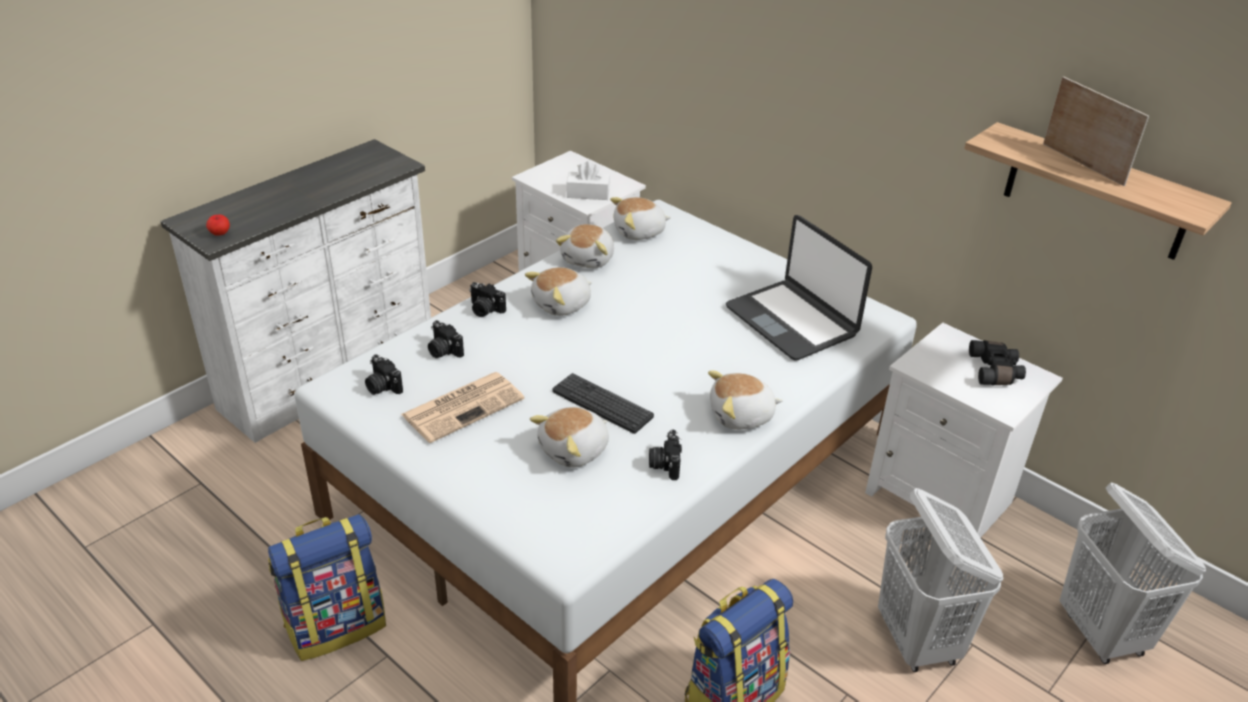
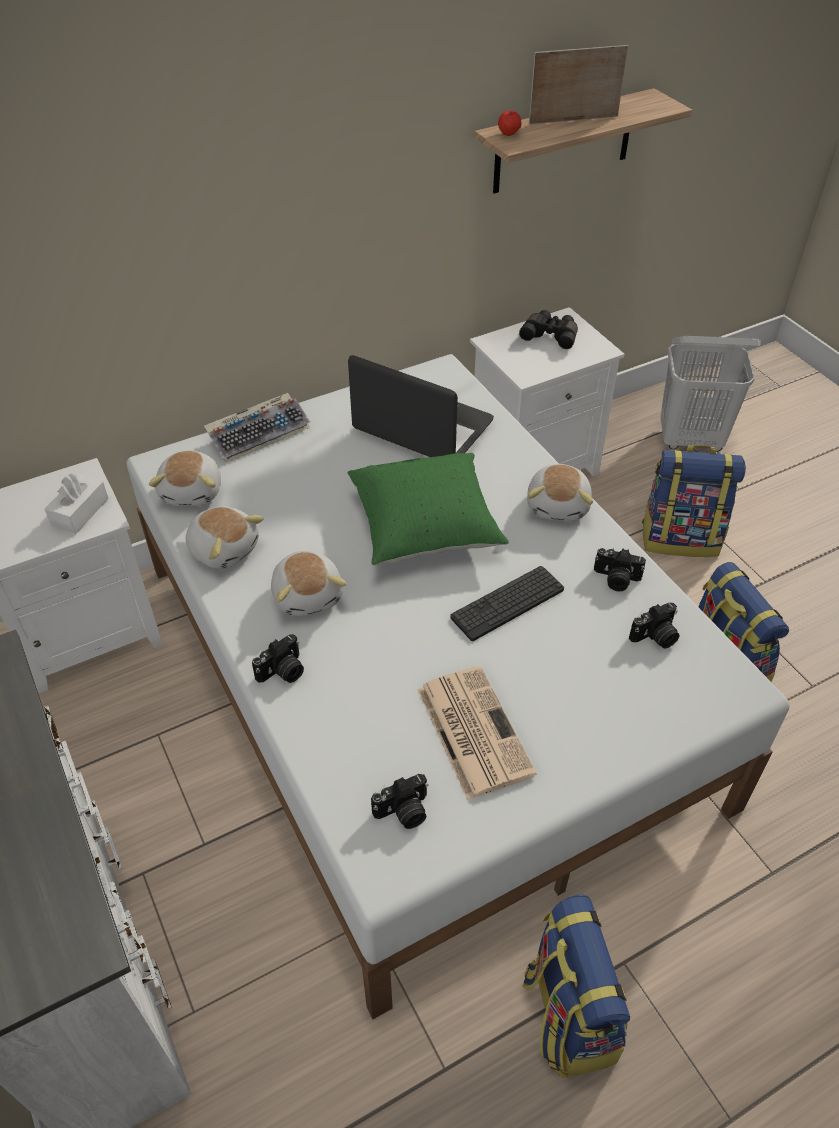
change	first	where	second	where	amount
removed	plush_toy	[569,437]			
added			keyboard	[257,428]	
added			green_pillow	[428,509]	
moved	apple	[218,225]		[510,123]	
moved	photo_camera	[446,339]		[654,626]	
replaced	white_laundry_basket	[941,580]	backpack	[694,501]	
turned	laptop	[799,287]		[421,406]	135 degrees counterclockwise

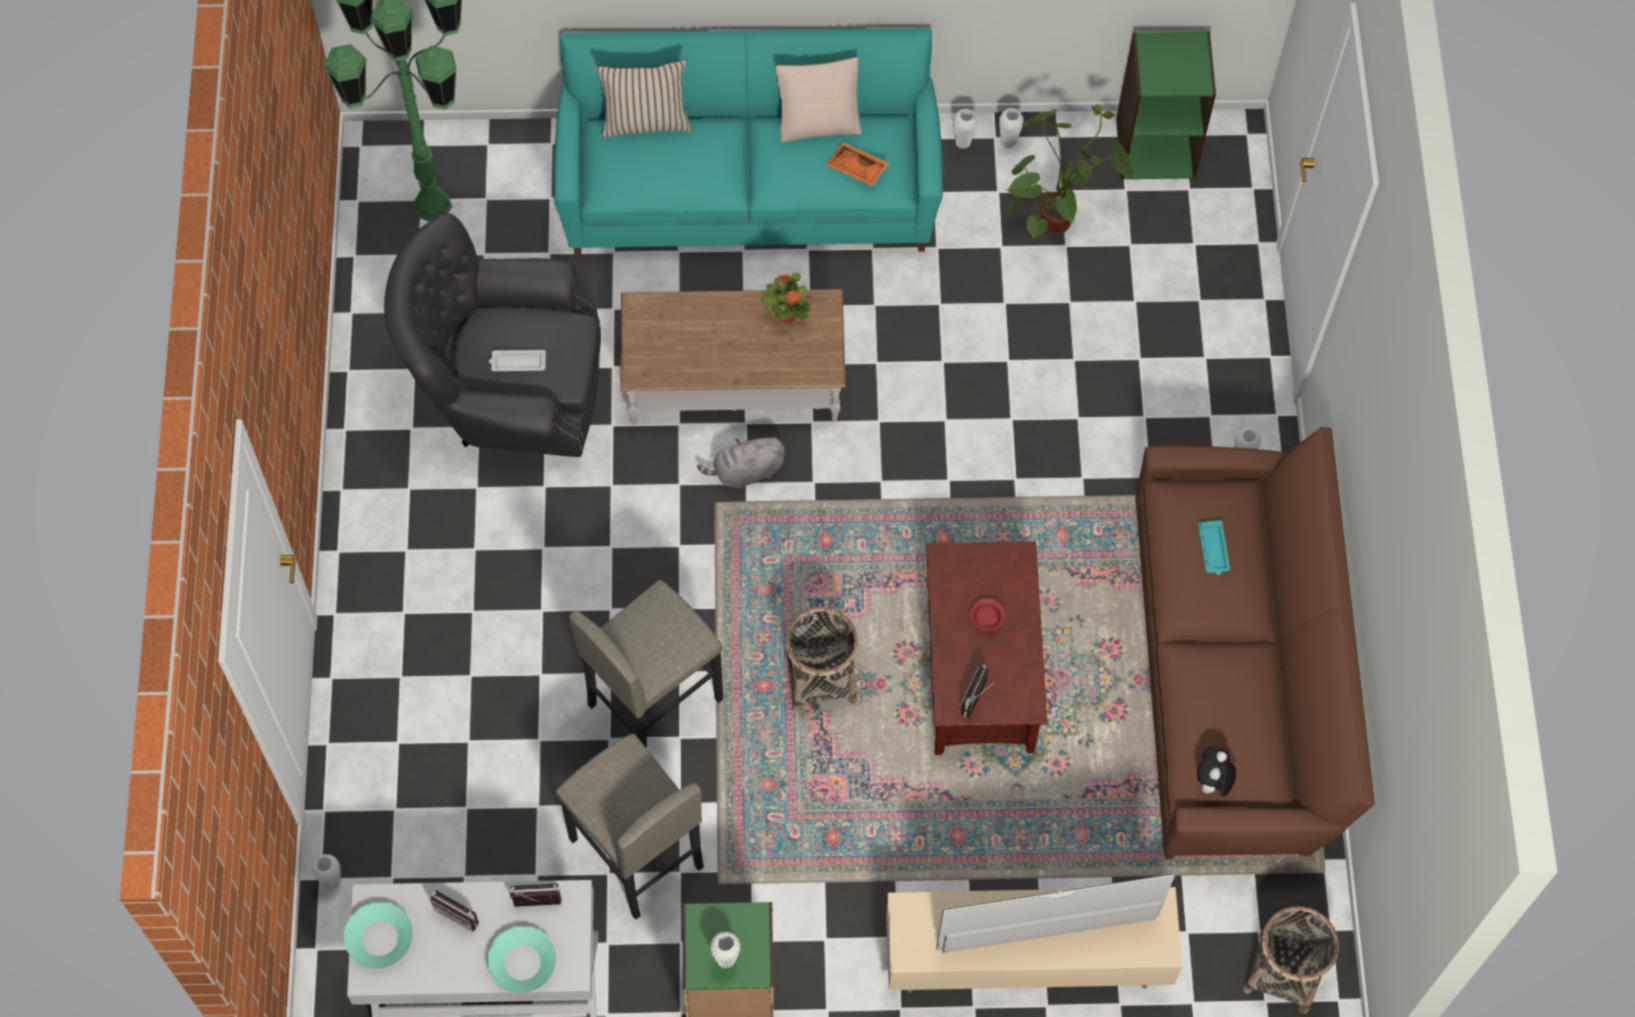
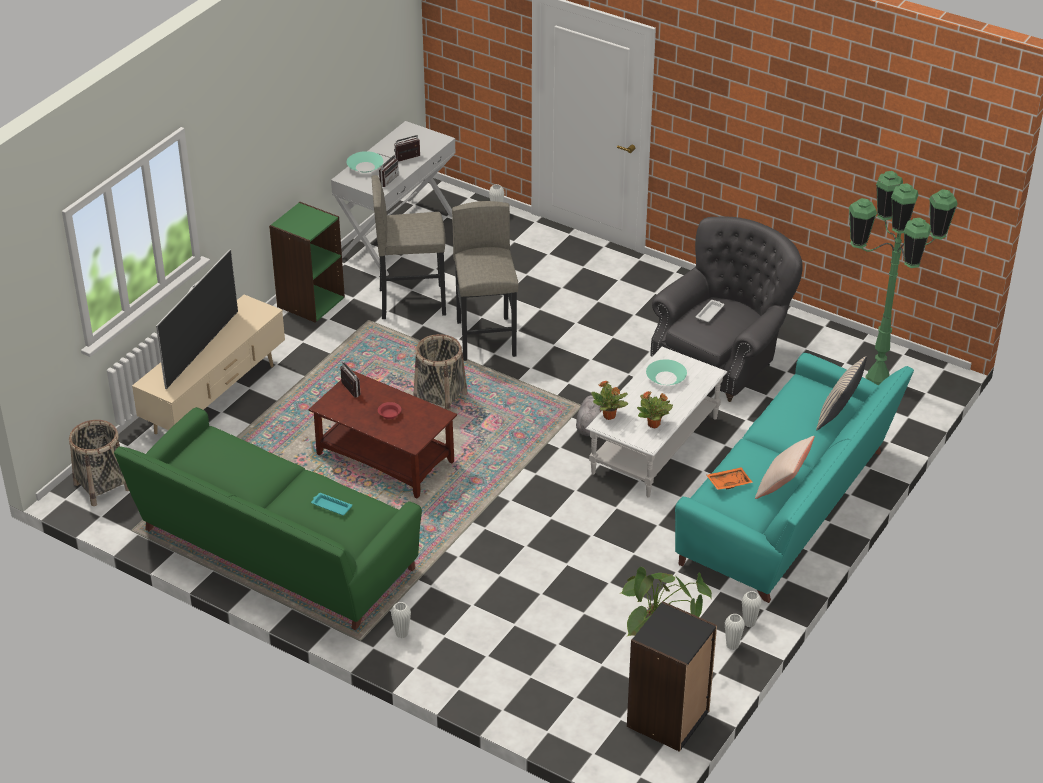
change	first	where	second	where	amount
removed	white_vase	[725,950]			
removed	plush_toy	[1216,772]			
added			potted_plant	[609,400]	
moved	turquoise_bowl	[378,935]		[666,372]	
recoloured	brown_coffee_table	[733,357]	white_coffee_table	[656,422]	
recoloured	green_bookcase	[1166,105]	black_bookcase	[672,676]	
recoloured	brown_sofa	[1255,643]	green_sofa	[268,518]	

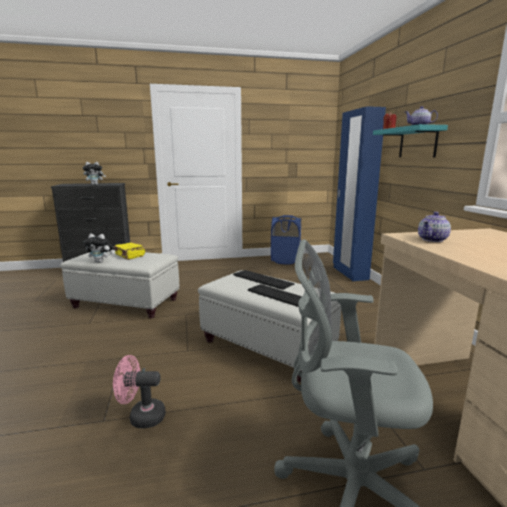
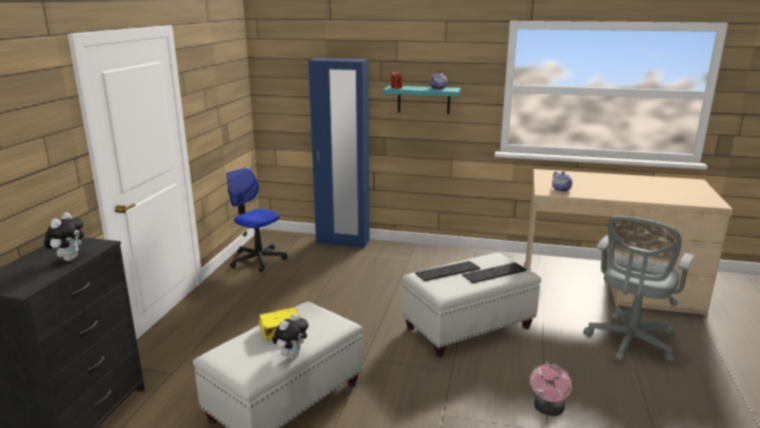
change	first	where	second	where	amount
replaced	blue_laundry_basket	[286,239]	office_chair	[256,219]	

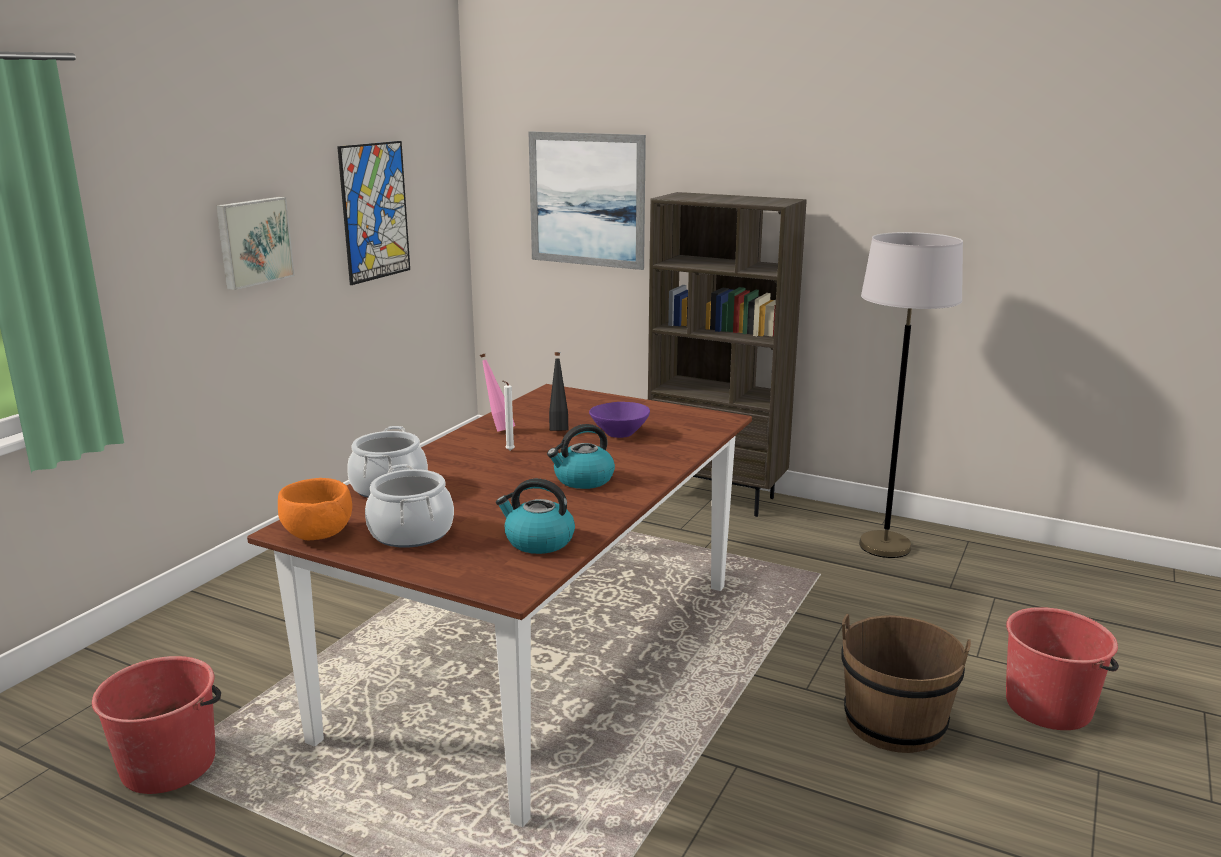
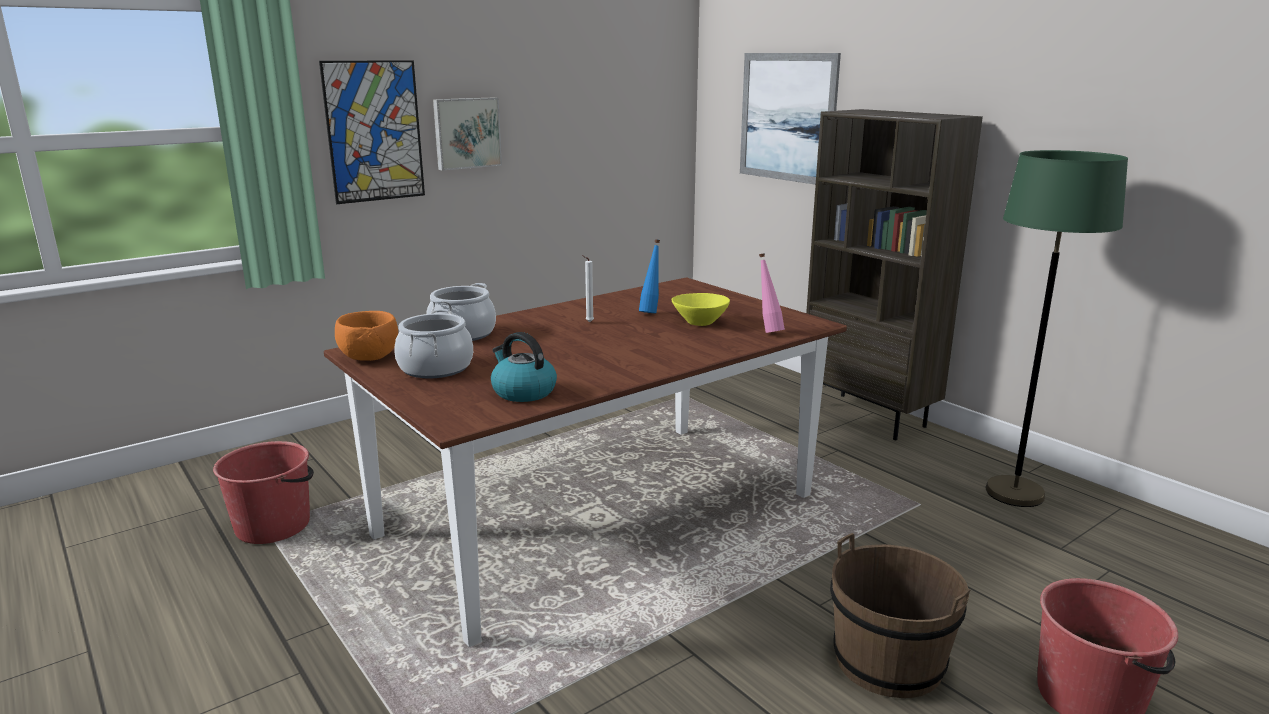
change	first	where	second	where	amount
removed	kettle	[581,456]			
moved	picture	[373,213]		[372,132]	
moved	pink_bottle	[497,393]		[772,293]	
recoloured	black_bottle	[558,391]	blue_bottle	[649,276]	
recoloured	purple_bowl	[619,420]	yellow_bowl	[700,309]	
recoloured	grey_floor_lamp	[911,395]	green_floor_lamp	[1057,328]	

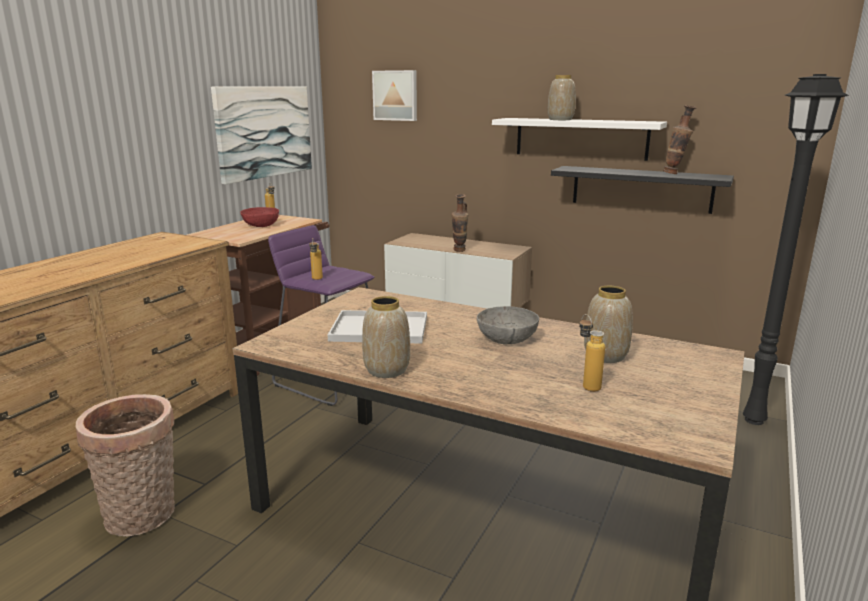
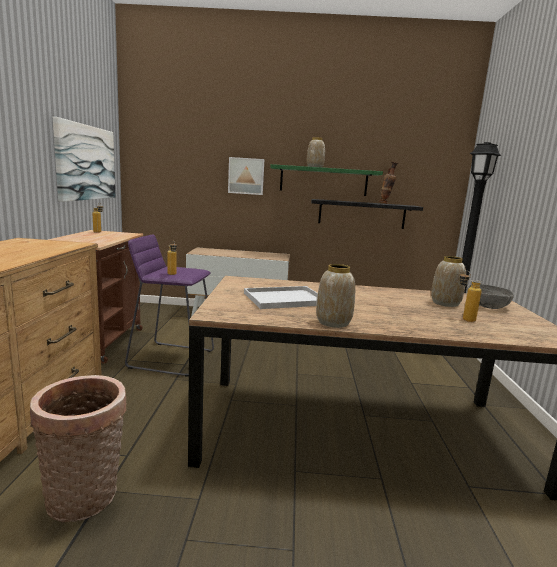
change	first	where	second	where	amount
removed	red_bowl	[259,217]			
removed	vase	[460,223]			
moved	picture	[394,95]		[246,176]	
moved	grey_bowl	[508,325]		[490,296]	
recoloured	white_shelf	[579,139]	green_shelf	[326,180]	

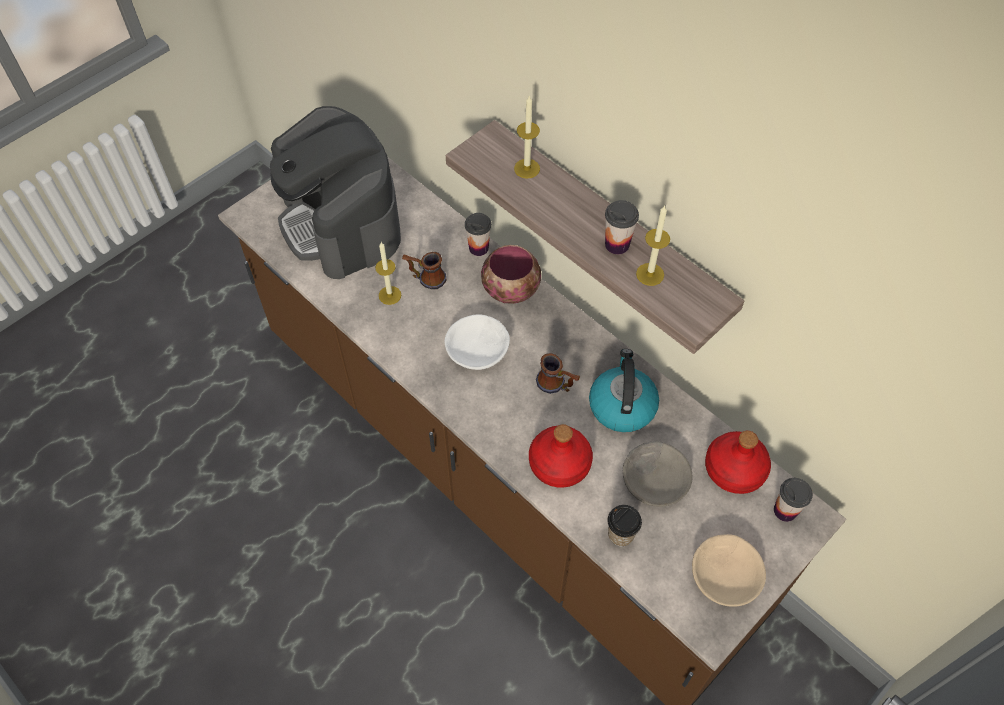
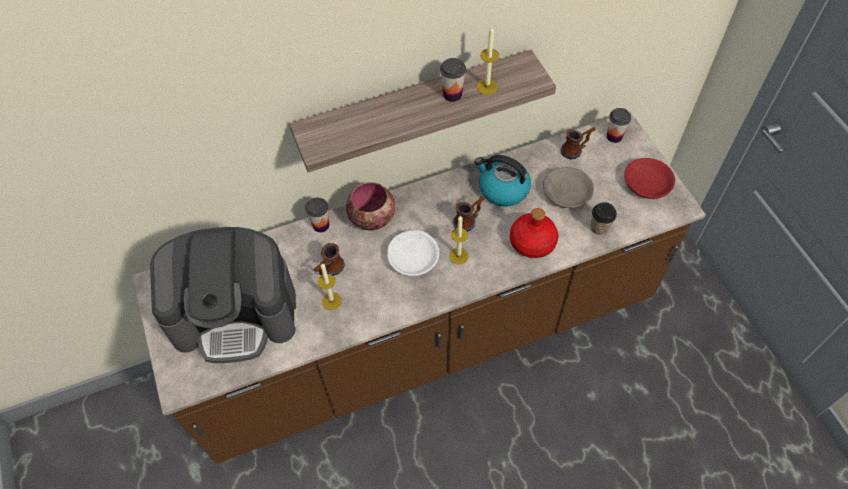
change	first	where	second	where	amount
moved	candle	[527,137]		[458,239]	
replaced	red_bottle	[738,462]	mug	[578,143]	
recoloured	beige_bowl	[729,570]	red_bowl	[649,178]	

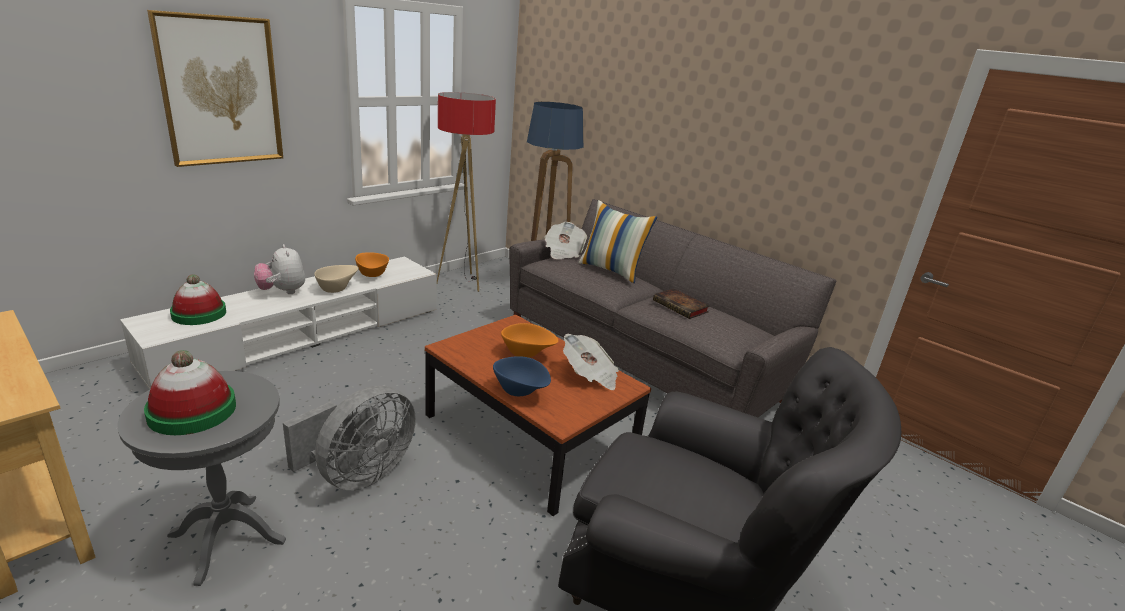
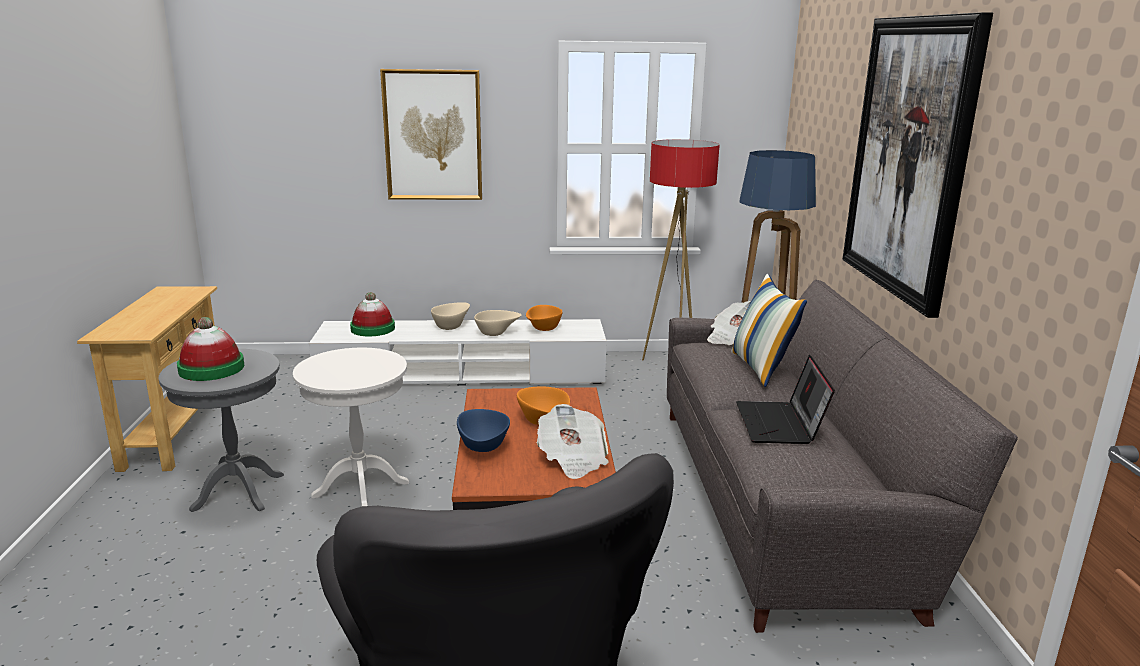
change	first	where	second	where	amount
added			picture	[918,165]	
replaced	plush_toy	[279,269]	beige_bowl	[450,316]	
replaced	grey_fan	[349,438]	white_side_table	[351,427]	
replaced	book	[681,303]	laptop	[785,399]	

